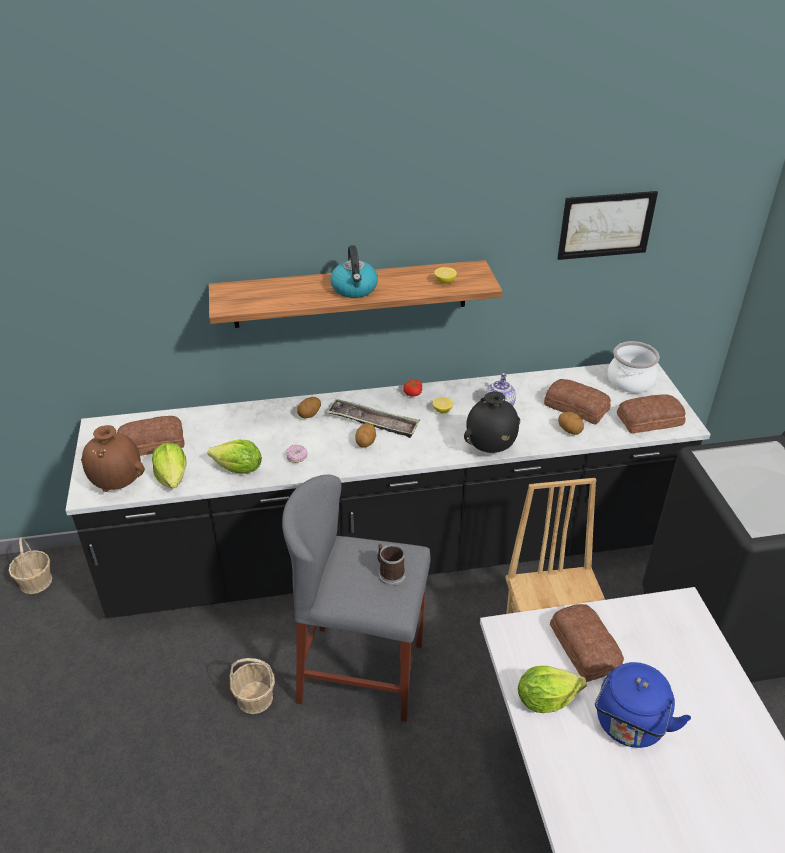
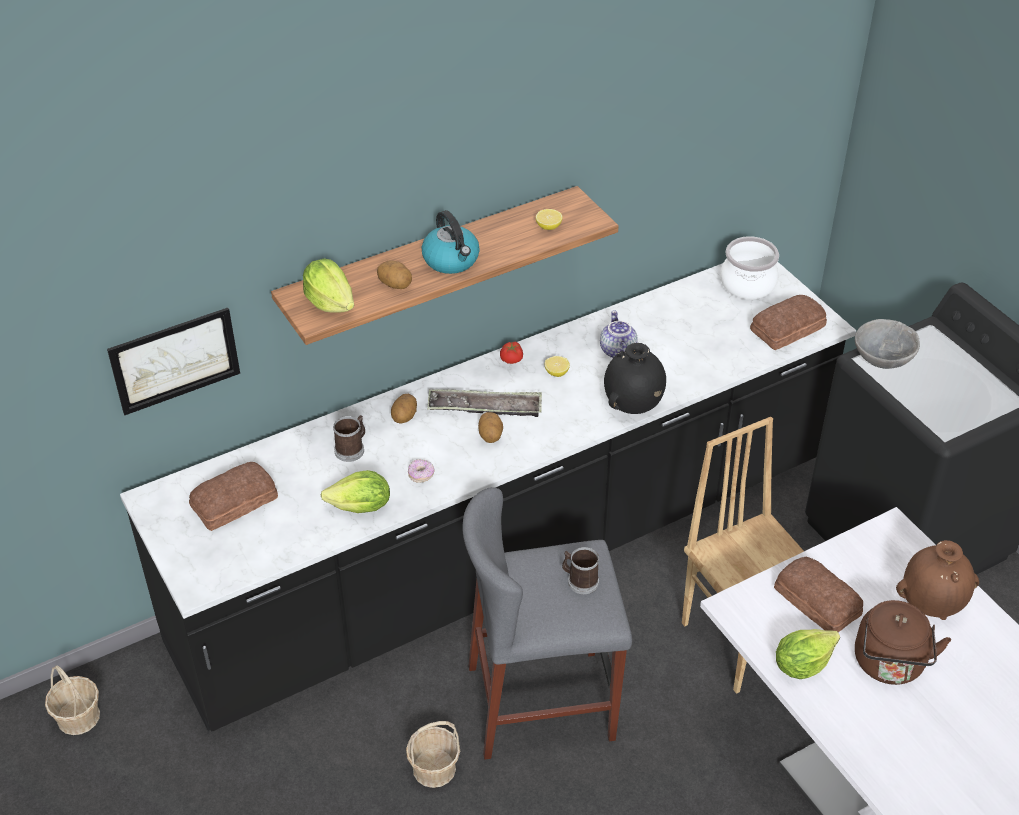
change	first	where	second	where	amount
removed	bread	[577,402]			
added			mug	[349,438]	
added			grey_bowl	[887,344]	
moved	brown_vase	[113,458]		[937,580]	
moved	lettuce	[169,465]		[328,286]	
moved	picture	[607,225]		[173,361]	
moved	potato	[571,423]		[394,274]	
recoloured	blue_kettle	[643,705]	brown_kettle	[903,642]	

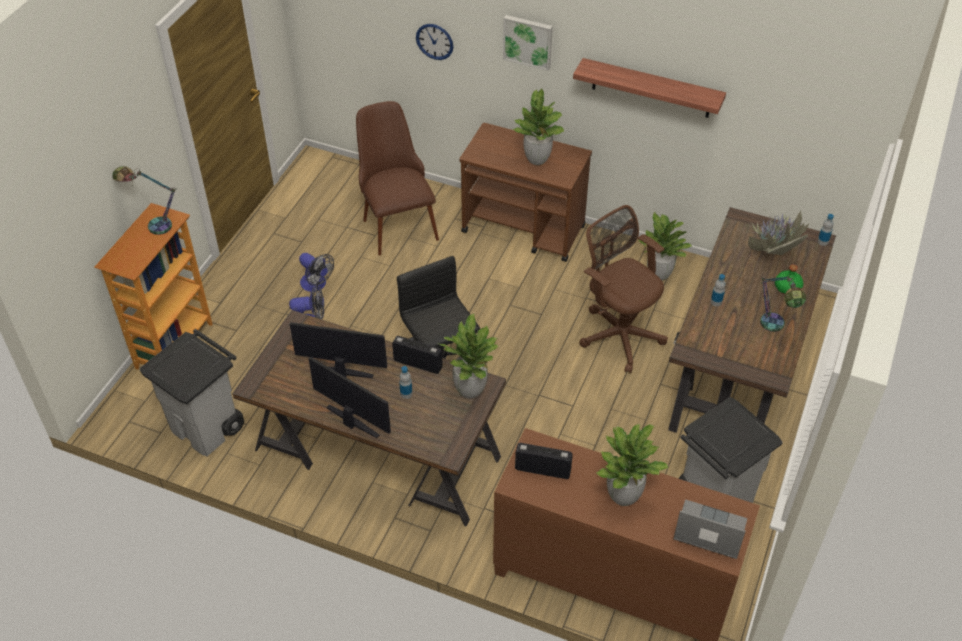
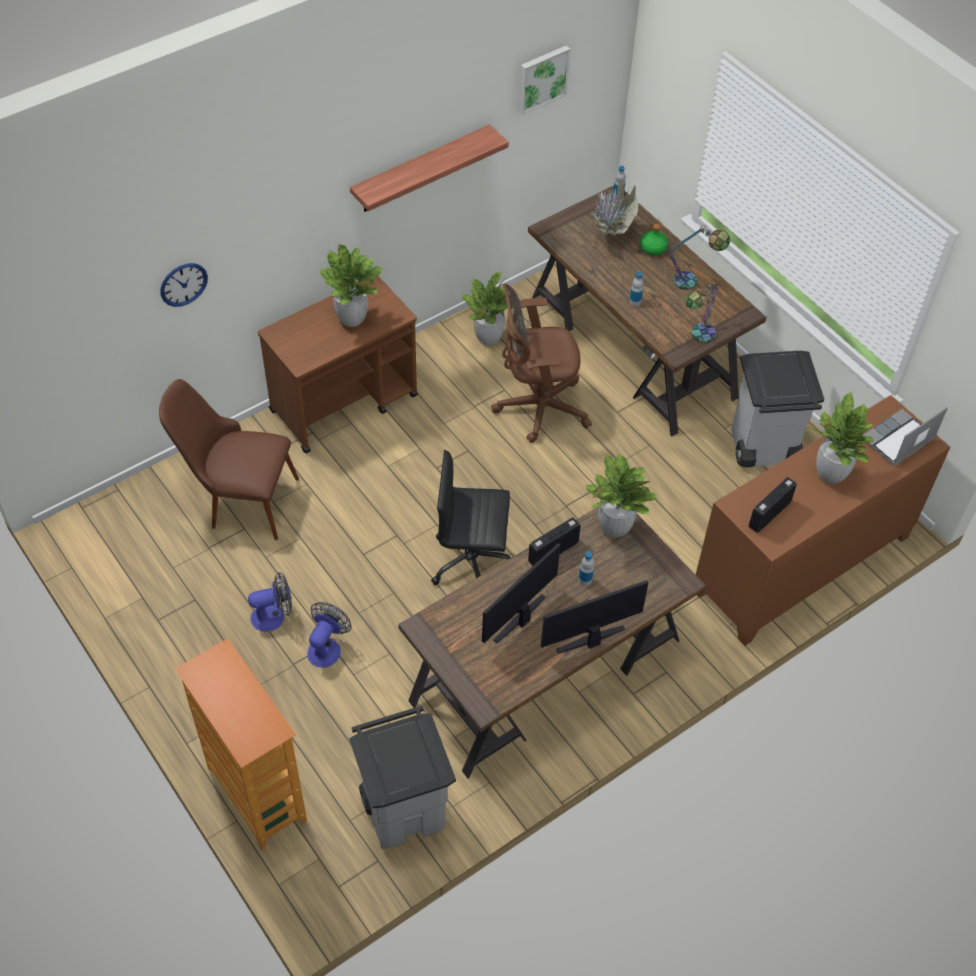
change	first	where	second	where	amount
moved	table_lamp	[145,200]		[702,312]	
moved	picture	[528,43]		[544,80]	

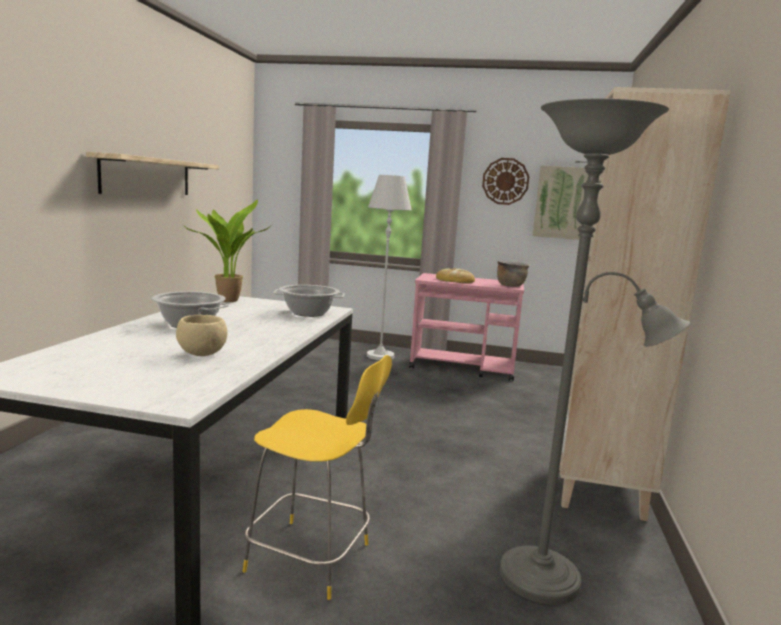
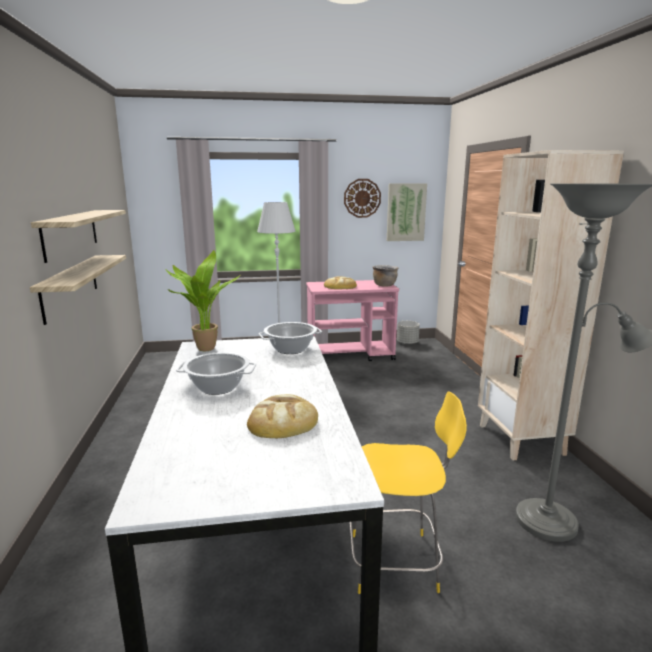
change	first	where	second	where	amount
added			shelf	[78,290]	
added			grey_planter	[408,333]	
replaced	beige_bowl	[201,335]	bread	[282,416]	

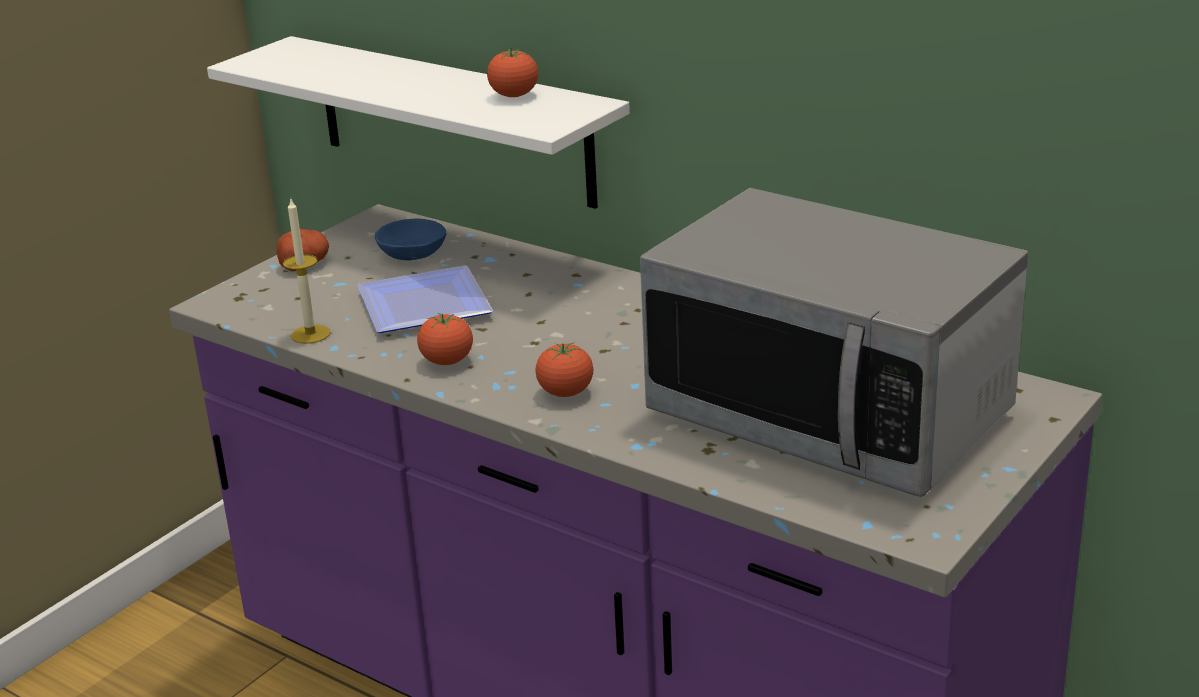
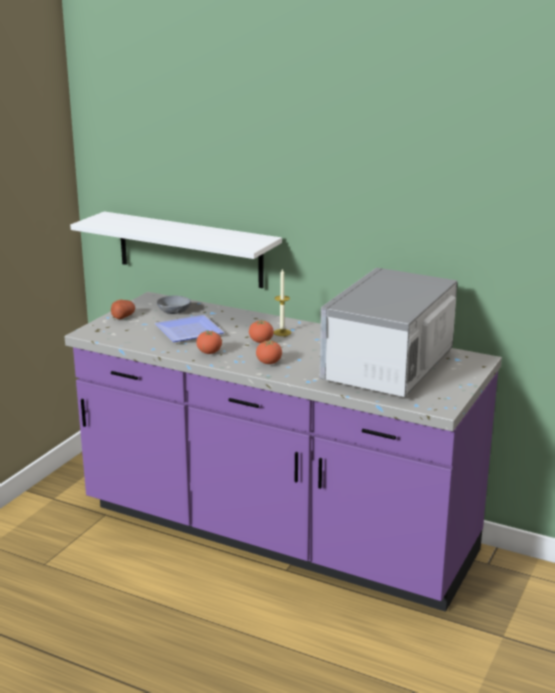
change	first	where	second	where	amount
moved	candle	[307,271]		[282,302]	
moved	tomato	[512,72]		[261,331]	
recoloured	blue_bowl	[410,239]	grey_bowl	[174,304]	
turned	microwave	[834,342]		[388,332]	90 degrees clockwise

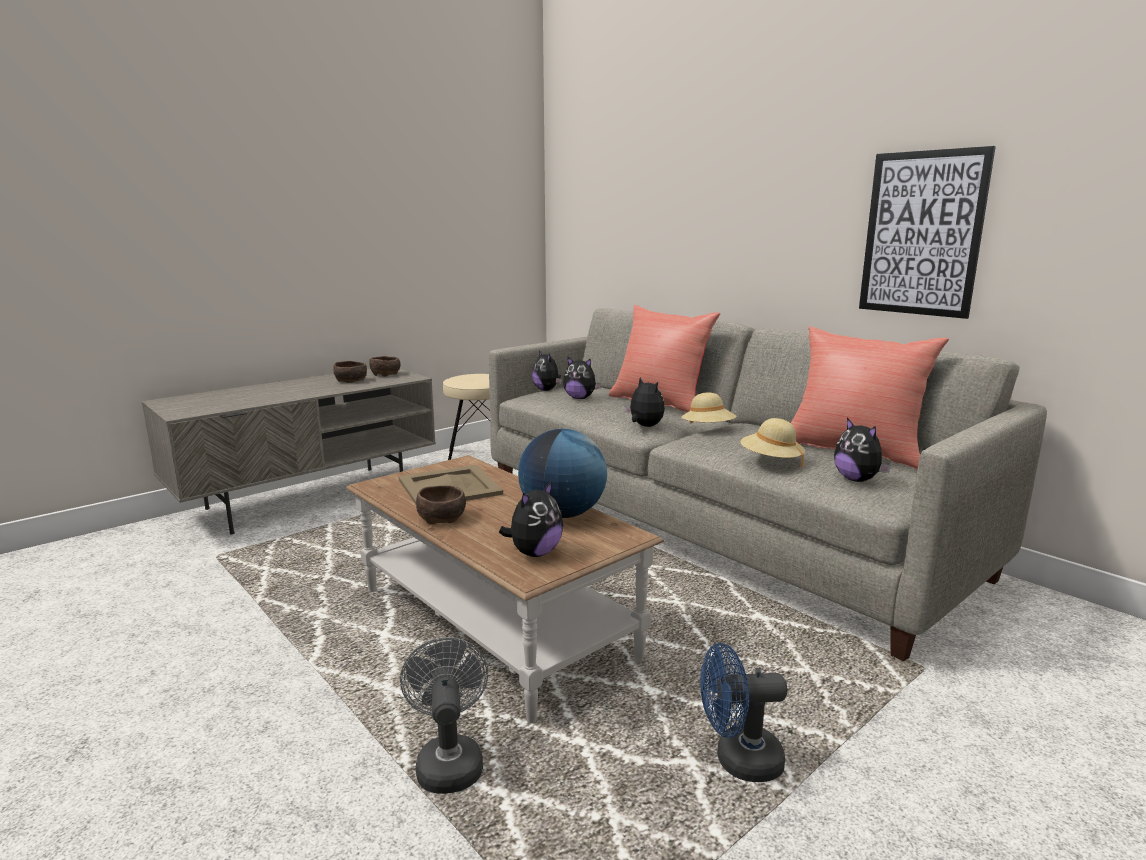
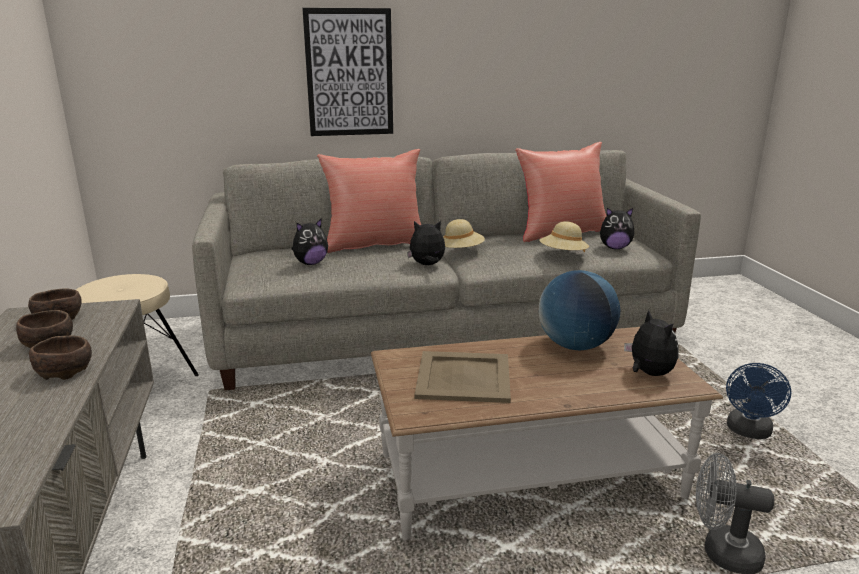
change	first	where	second	where	amount
removed	plush_toy	[547,370]			
moved	brown_bowl	[441,505]		[60,357]	
moved	picture	[927,232]		[347,72]	

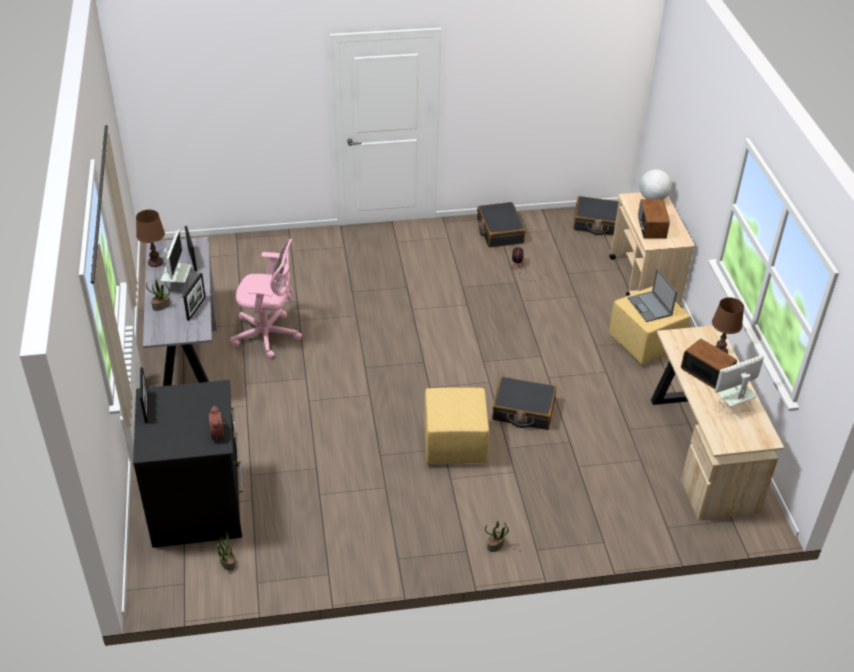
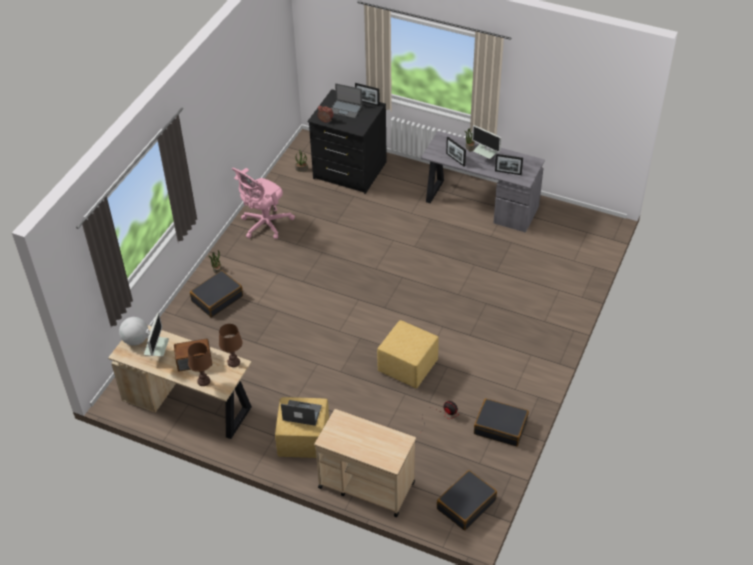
change	first	where	second	where	amount
removed	radio	[654,219]			
added			laptop	[346,101]	
moved	brown_table_lamp	[150,238]		[231,345]	
moved	pink_office_chair	[266,298]		[263,203]	
moved	yellow_ottoman	[456,426]		[408,354]	
moved	black_suitcase	[524,403]		[216,293]	
moved	globe	[655,184]		[133,331]	

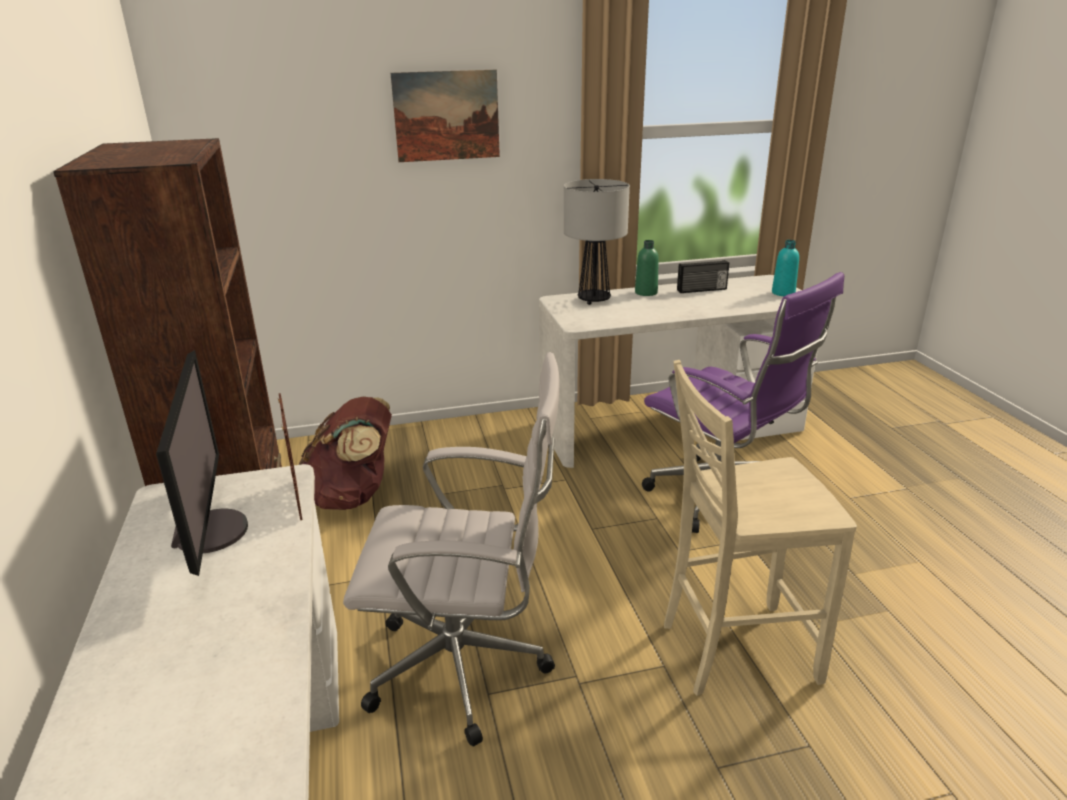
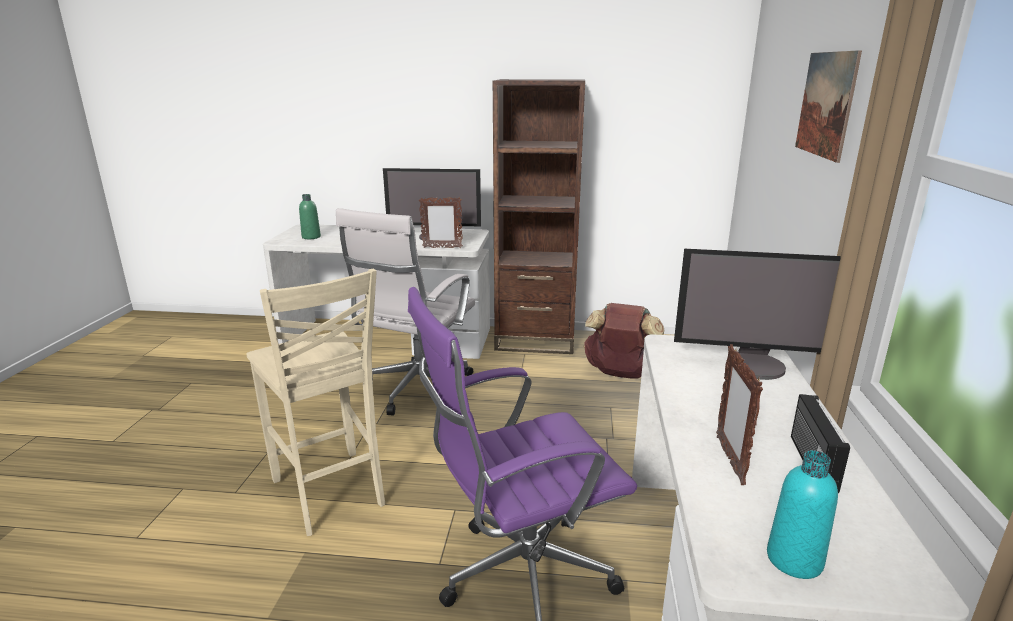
change	first	where	second	where	amount
added			picture_frame	[739,414]	
moved	green_bottle	[647,268]		[310,216]	
replaced	table_lamp	[597,242]	monitor	[757,314]	
turned	beige_chair	[760,528]		[315,402]	135 degrees clockwise

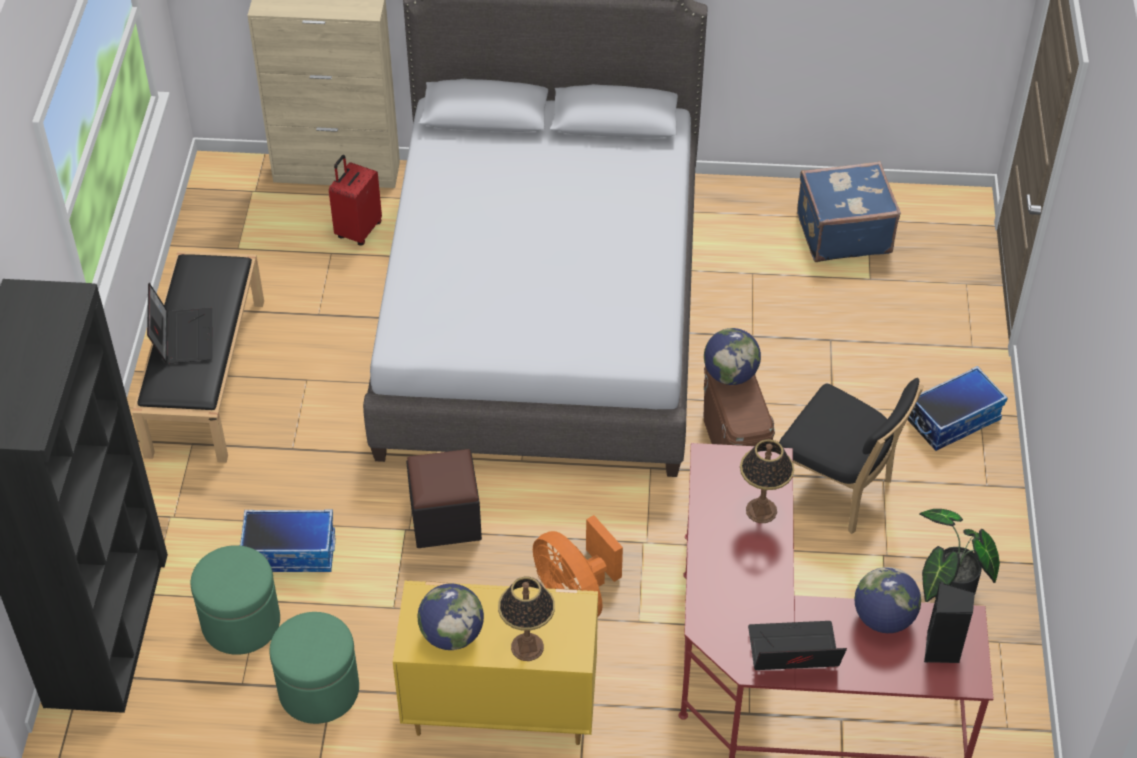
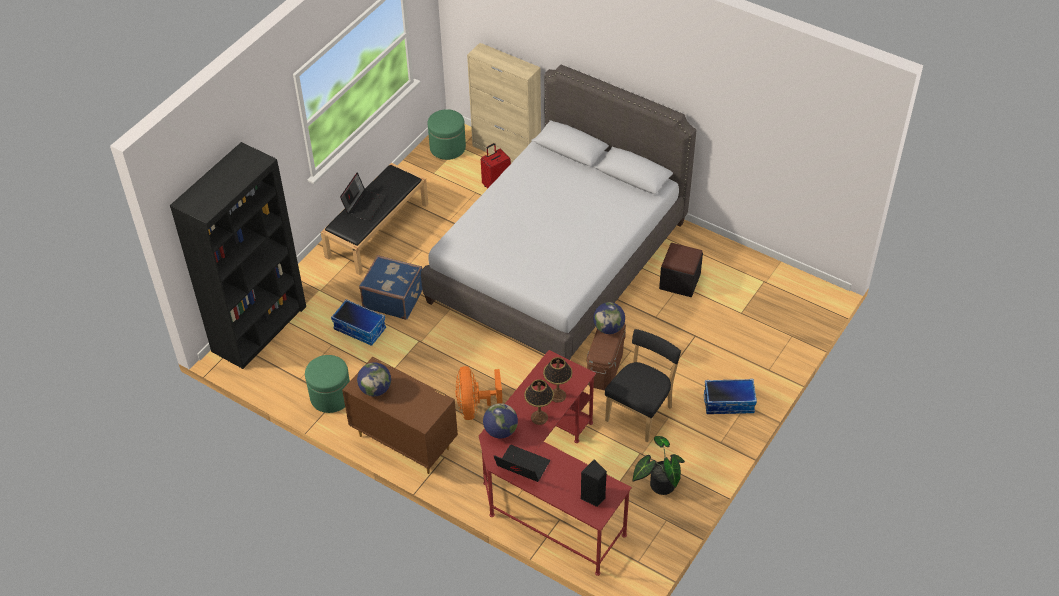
change	first	where	second	where	amount
moved	green_ottoman	[235,600]		[447,134]	
moved	black_ottoman	[444,498]		[681,270]	
moved	table_lamp	[526,619]		[539,402]	
moved	blue_suitcase	[849,211]		[391,287]	
moved	globe	[887,600]		[500,420]	
recoloured	yellow_dresser	[495,662]	brown_dresser	[400,415]	
turned	black_chair	[851,456]		[643,385]	120 degrees counterclockwise

